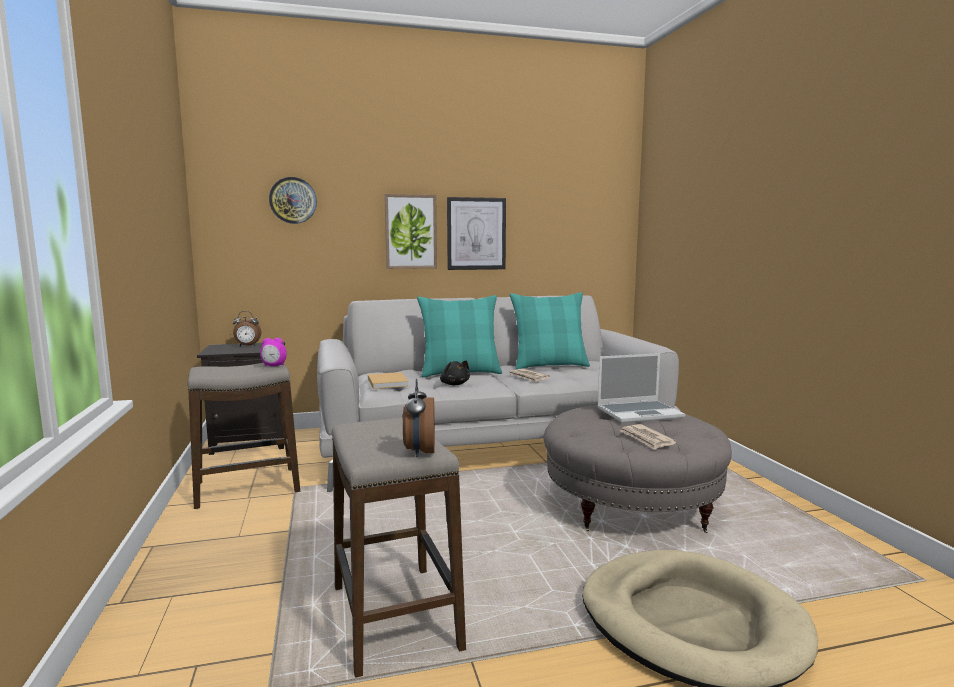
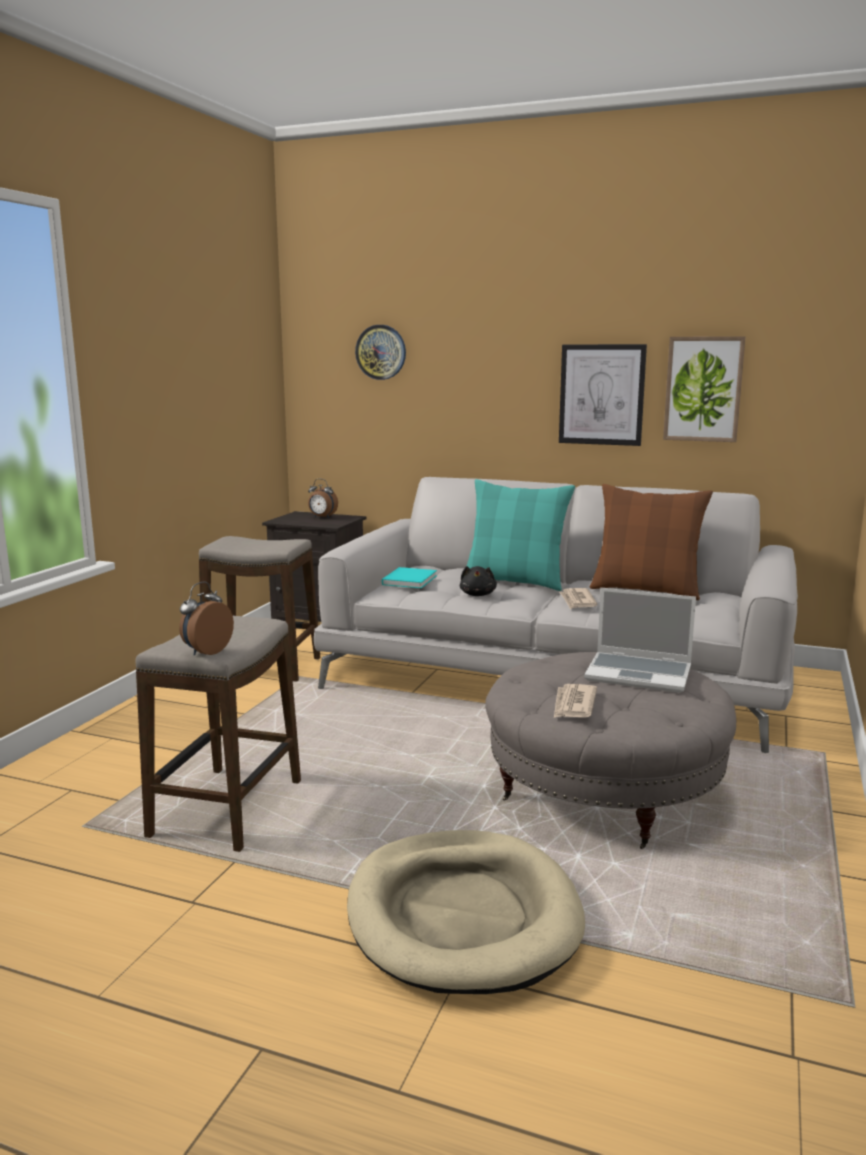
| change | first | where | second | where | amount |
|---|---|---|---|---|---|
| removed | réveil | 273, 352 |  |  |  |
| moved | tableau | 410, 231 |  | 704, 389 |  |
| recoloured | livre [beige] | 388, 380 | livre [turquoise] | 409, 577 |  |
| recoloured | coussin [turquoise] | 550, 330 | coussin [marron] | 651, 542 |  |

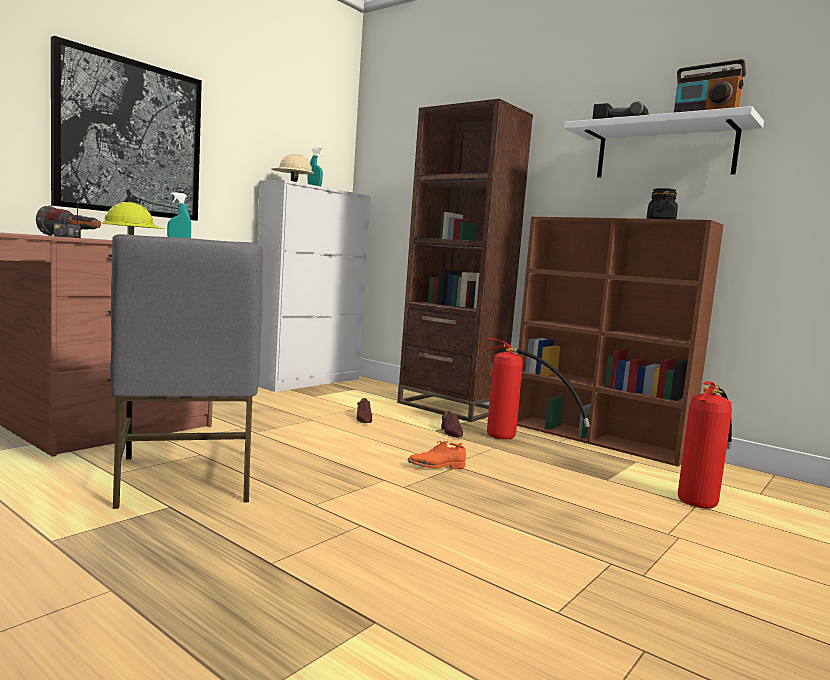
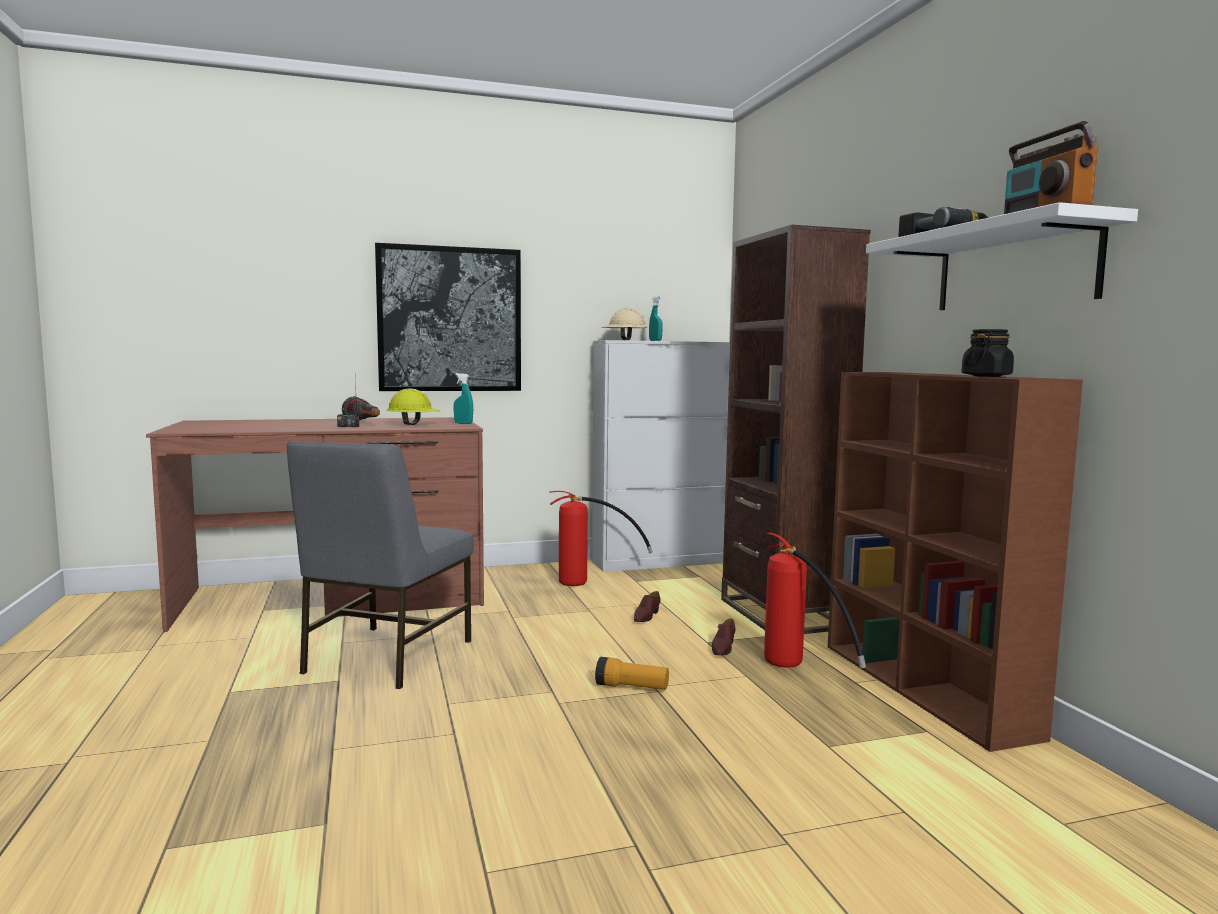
| change | first | where | second | where | amount |
|---|---|---|---|---|---|
| moved | extincteur | 705, 444 |  | 601, 538 |  |
| replaced | chaussure [orange] | 437, 455 | lampe de poche | 632, 673 |  |

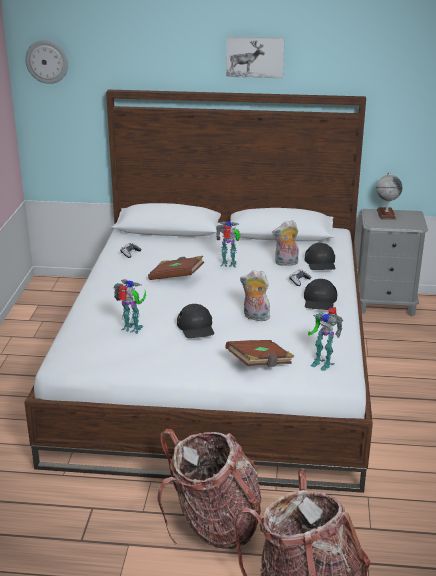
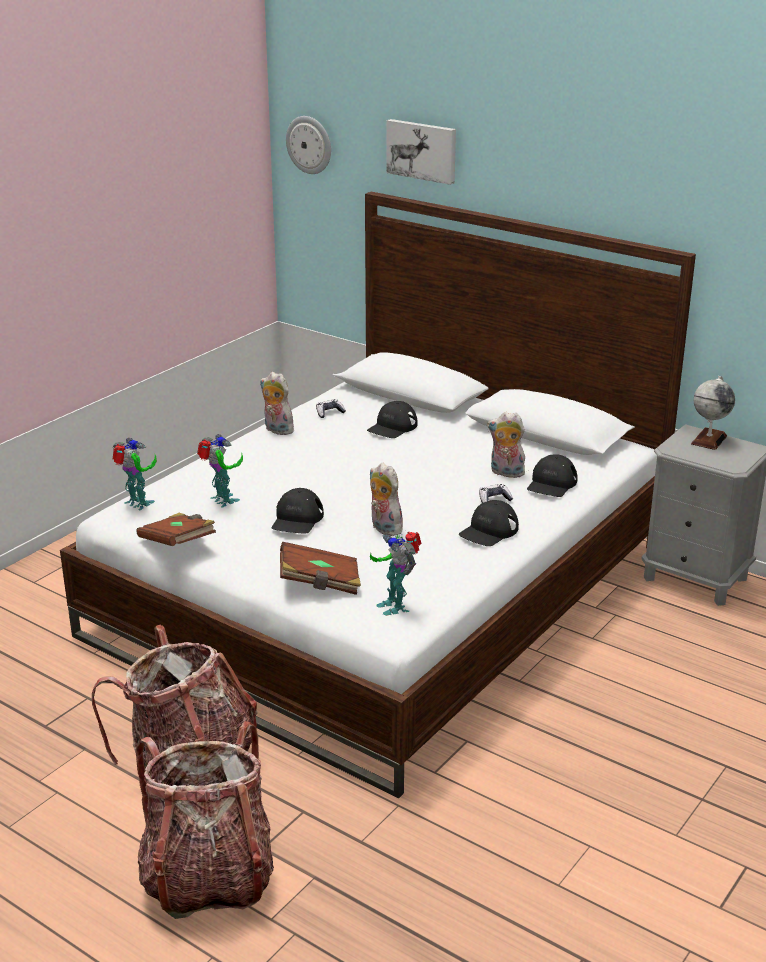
| change | first | where | second | where | amount |
|---|---|---|---|---|---|
| added |  |  | peluche | 277, 403 |  |
| added |  |  | casquette [noir] | 392, 419 |  |
| moved | livre [marron] | 176, 268 |  | 176, 529 |  |
| moved | robot jouet | 228, 244 |  | 134, 474 |  |
| moved | tableau | 255, 57 |  | 421, 152 |  |

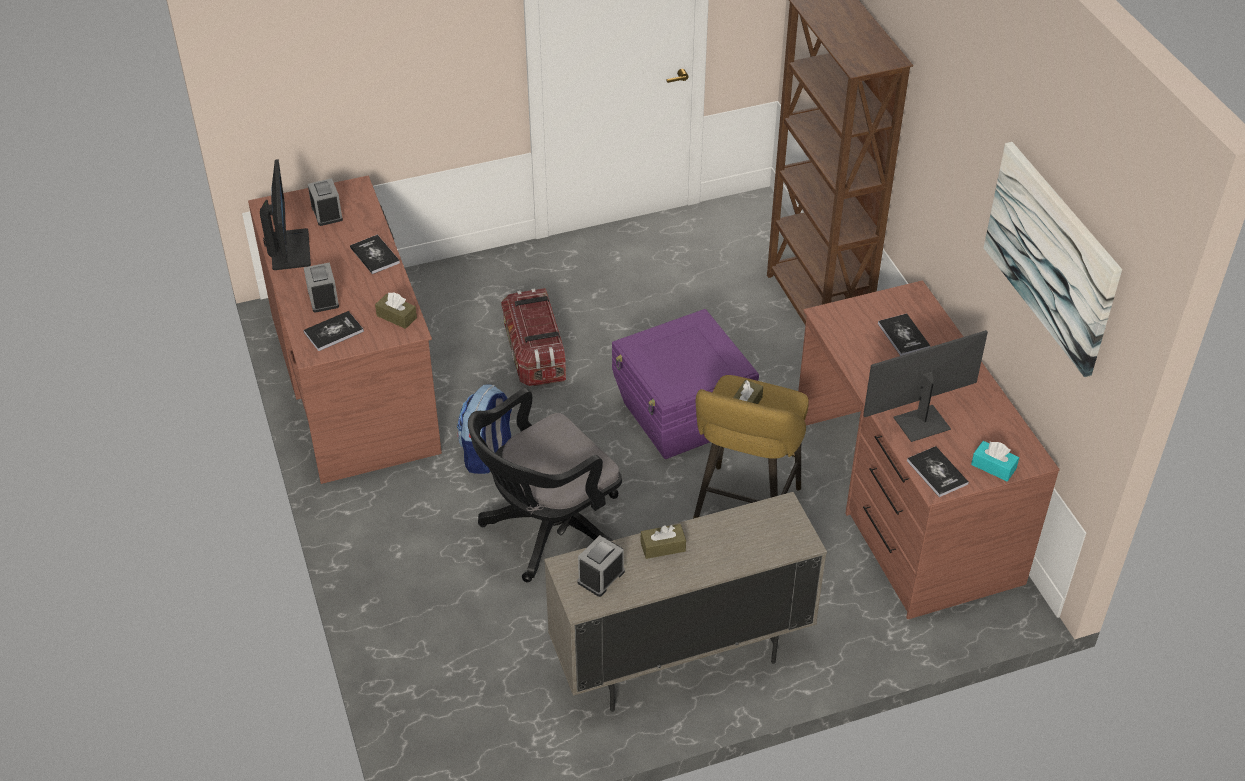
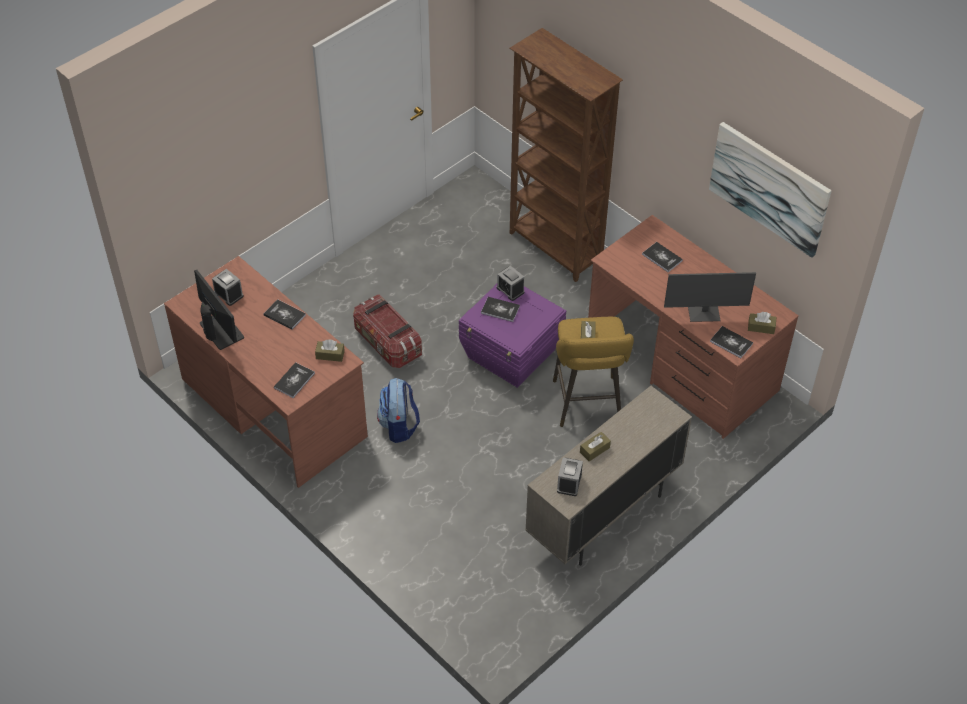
| change | first | where | second | where | amount |
|---|---|---|---|---|---|
| removed | chaise de bureau [noir] | 545, 485 |  |  |  |
| added |  |  | livre | 500, 309 |  |
| moved | réveil | 321, 287 |  | 510, 283 |  |
| recoloured | boîte à mouchoirs [turquoise] | 995, 461 | boîte à mouchoirs [marron] | 762, 323 |  |
| turned | écran d'ordinateur | 925, 386 |  | 710, 297 | 135 degrees counterclockwise |

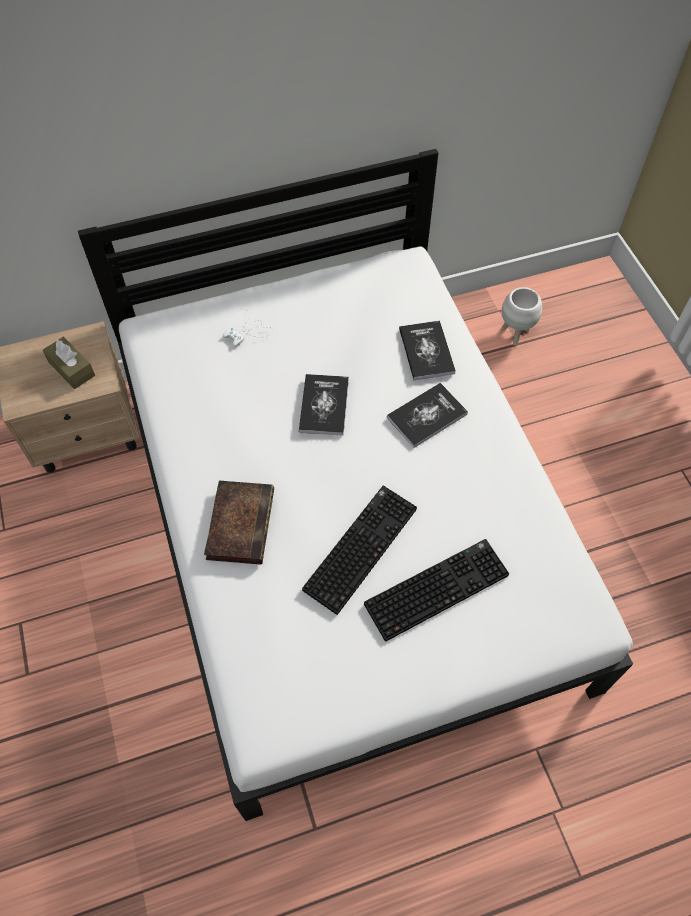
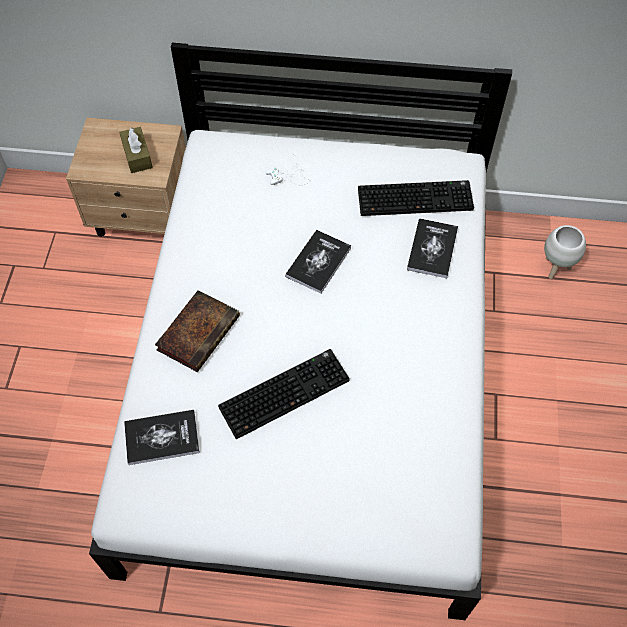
| change | first | where | second | where | amount |
|---|---|---|---|---|---|
| moved | clavier | 436, 590 |  | 416, 198 |  |
| moved | livre | 427, 415 |  | 162, 437 |  |

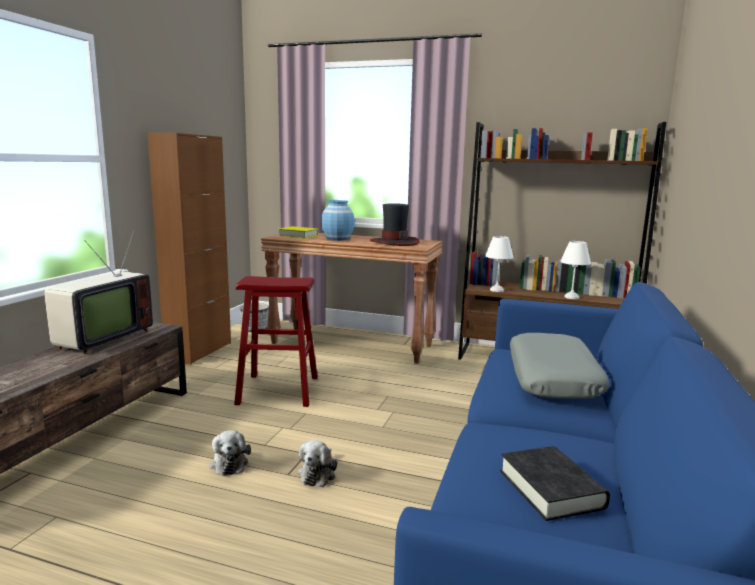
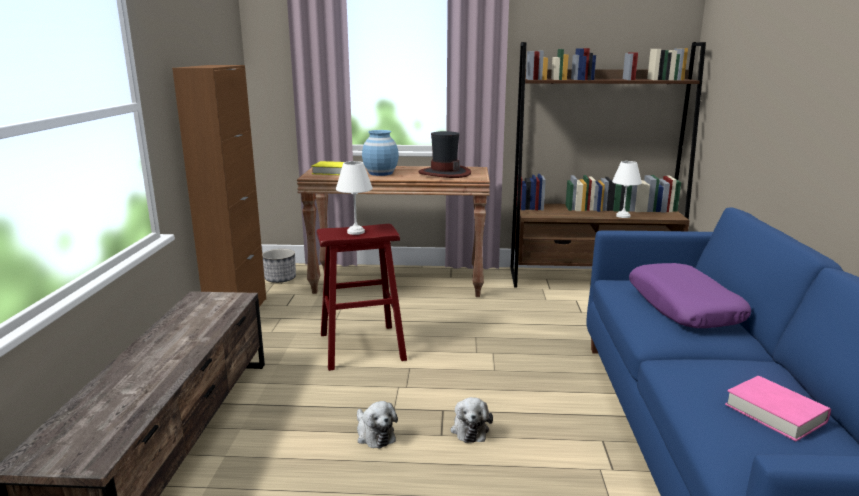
| change | first | where | second | where | amount |
|---|---|---|---|---|---|
| removed | téléviseur | 98, 292 |  |  |  |
| moved | lampe de table [blanc] | 499, 264 |  | 354, 198 |  |
| recoloured | livre [noir] | 555, 483 | livre [rose] | 778, 408 |  |
| recoloured | coussin [gris] | 560, 366 | coussin [violet] | 690, 295 |  |

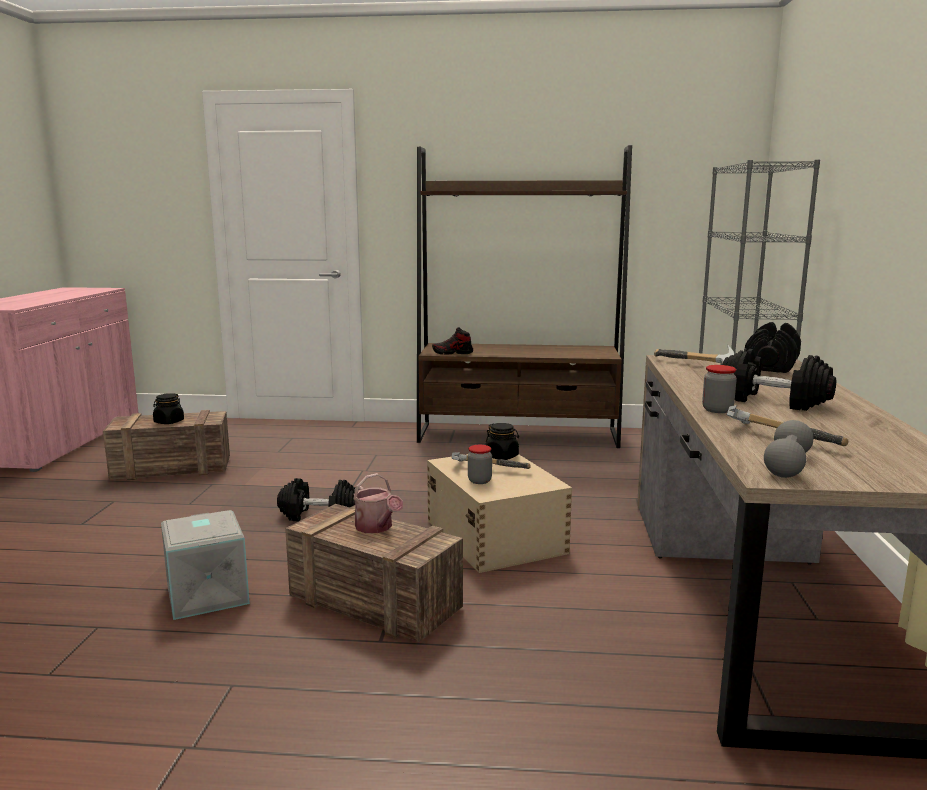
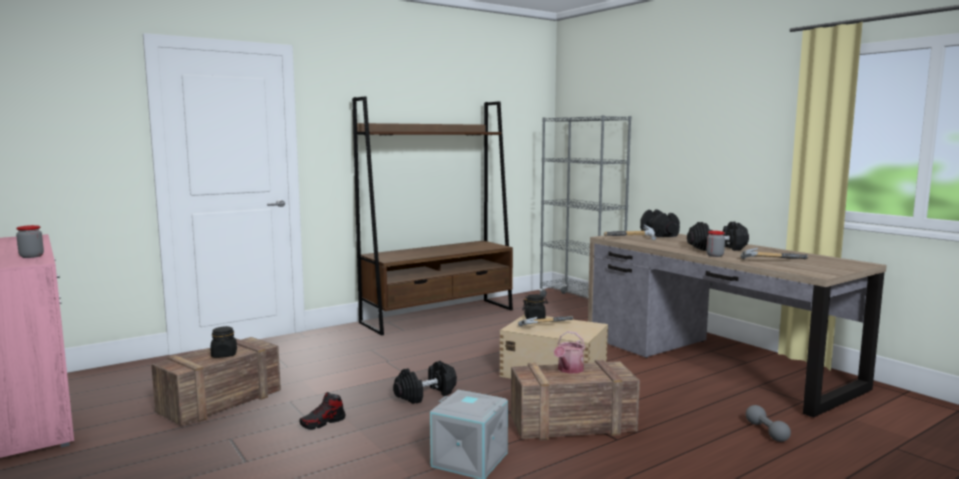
| change | first | where | second | where | amount |
|---|---|---|---|---|---|
| moved | chaussure | 452, 341 |  | 322, 411 |  |
| moved | bocal | 480, 464 |  | 30, 241 |  |
| moved | haltère [gris] | 788, 449 |  | 768, 423 |  |
| turned | arrosoir | 378, 503 |  | 570, 352 | 105 degrees clockwise |

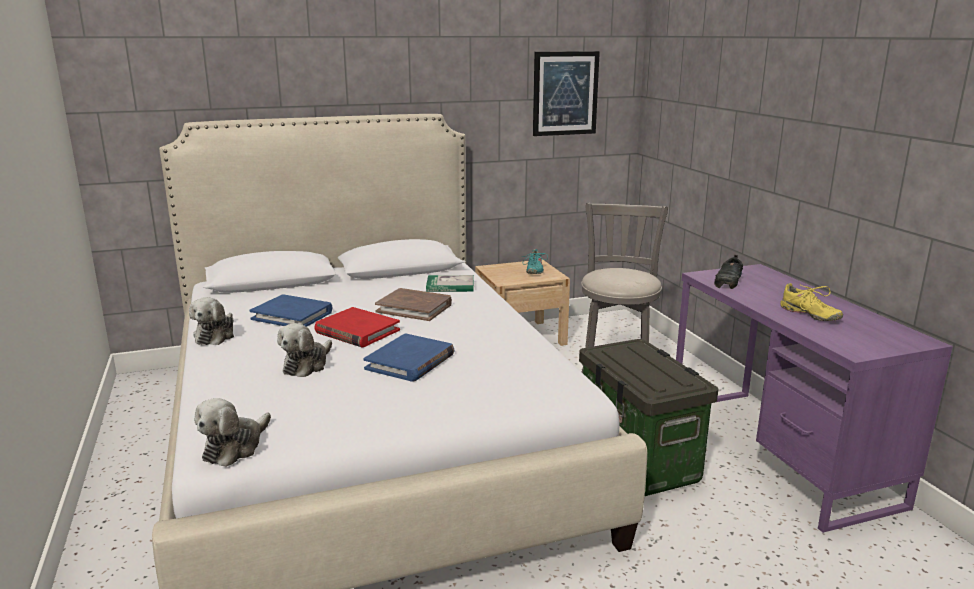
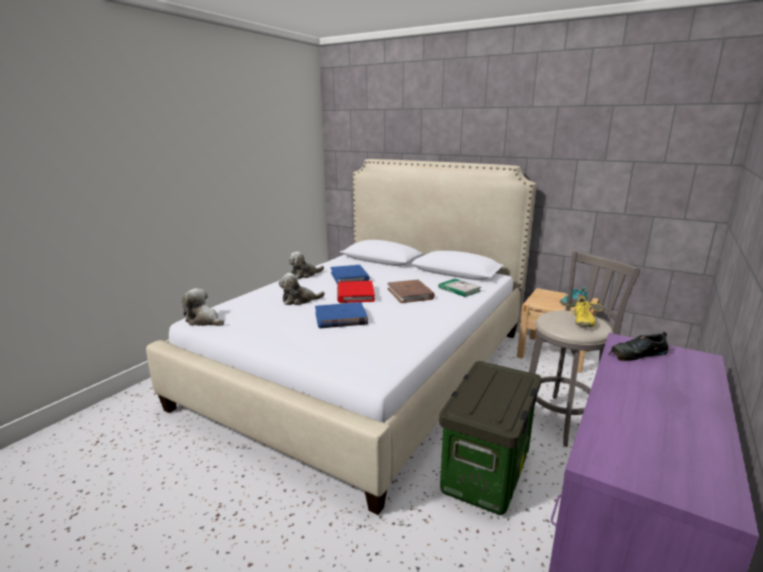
| change | first | where | second | where | amount |
|---|---|---|---|---|---|
| removed | tableau | 566, 93 |  |  |  |
| moved | chaussure [jaune] | 811, 302 |  | 585, 311 |  |
| turned | peluche | 232, 432 |  | 202, 307 | 45 degrees clockwise |

